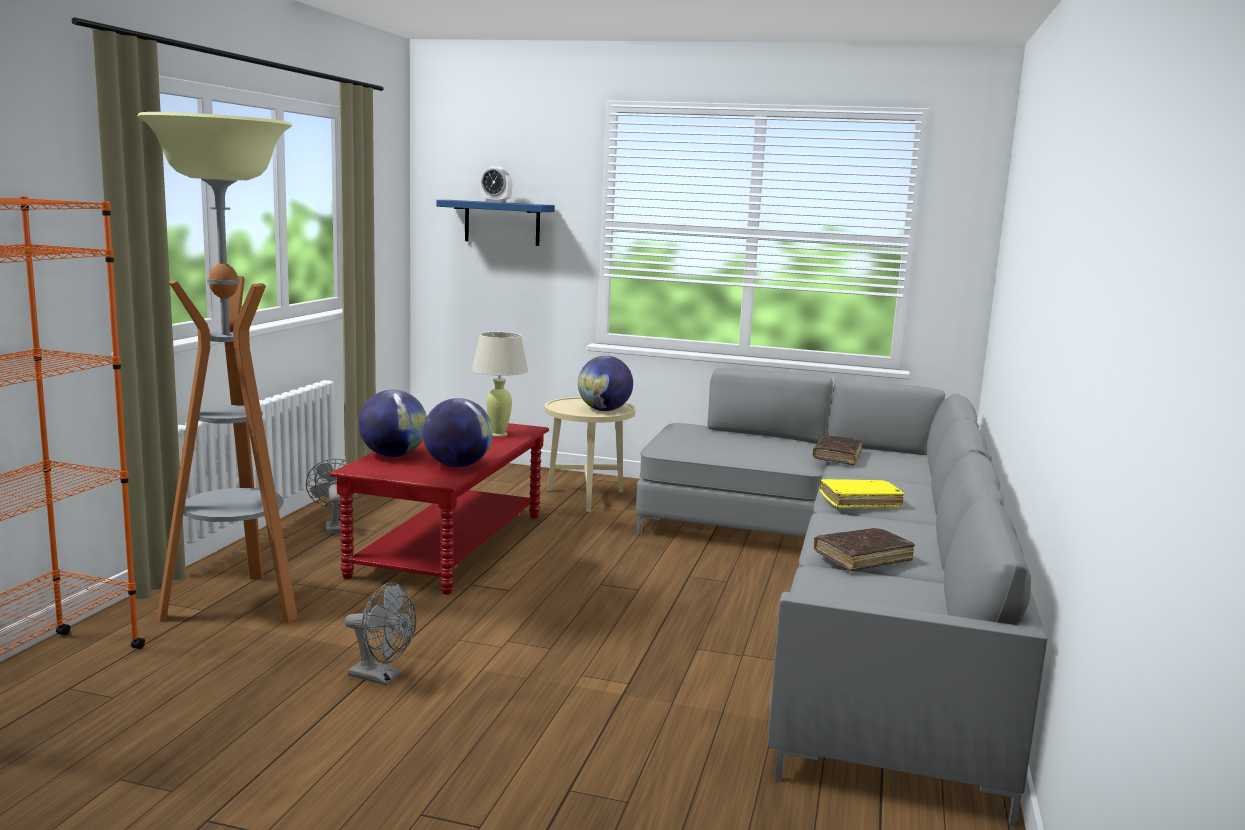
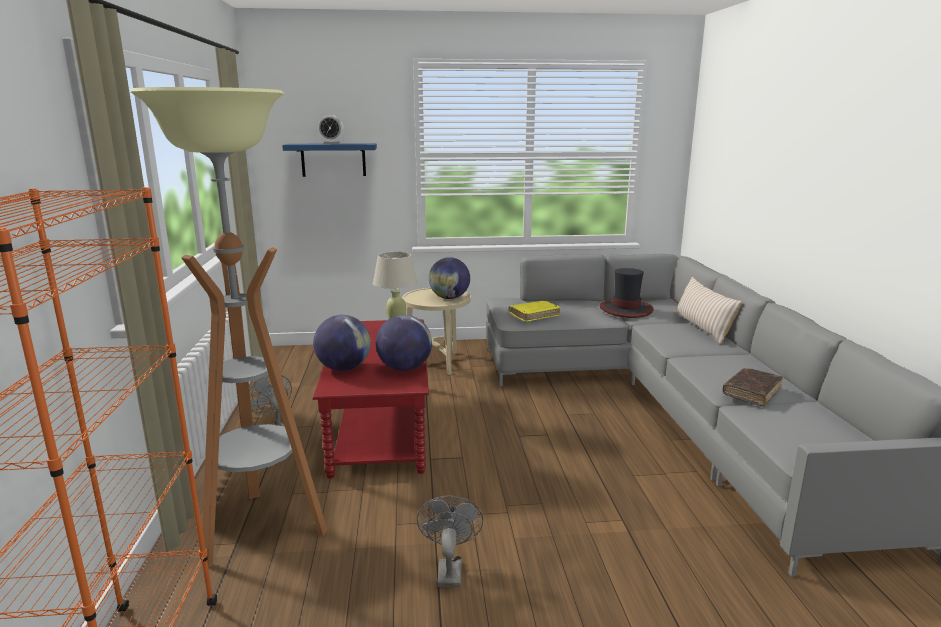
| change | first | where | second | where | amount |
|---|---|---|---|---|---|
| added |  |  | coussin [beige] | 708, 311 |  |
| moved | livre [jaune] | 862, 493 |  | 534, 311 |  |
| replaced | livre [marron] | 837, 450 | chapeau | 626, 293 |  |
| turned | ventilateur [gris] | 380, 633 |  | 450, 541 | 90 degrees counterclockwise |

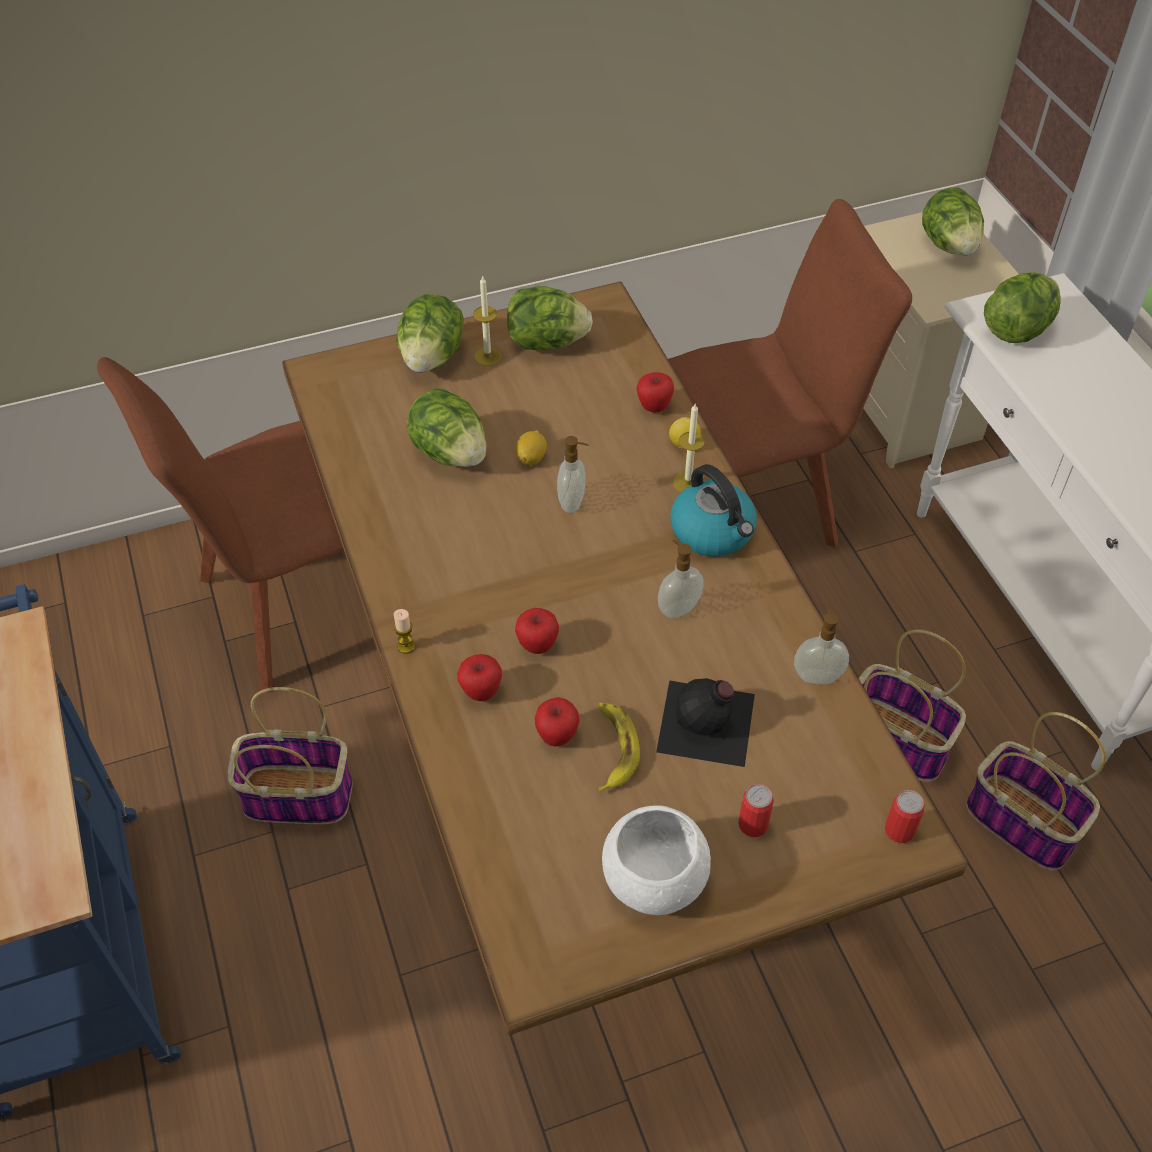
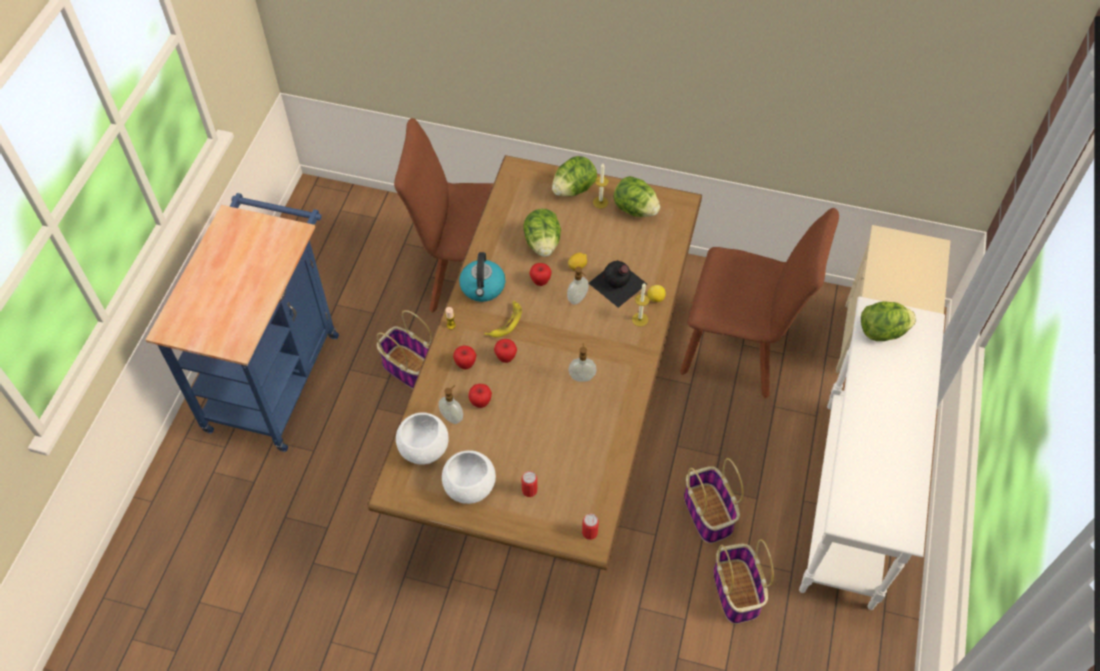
| change | first | where | second | where | amount |
|---|---|---|---|---|---|
| removed | laitue | 953, 221 |  |  |  |
| added |  |  | bol [blanc] | 422, 438 |  |
| moved | banane | 619, 747 |  | 503, 319 |  |
| moved | pomme | 655, 392 |  | 540, 274 |  |
| moved | bouteille [noir] | 705, 722 |  | 617, 284 |  |
| moved | bouilloire | 713, 510 |  | 482, 277 |  |
| moved | distributeur de savon | 821, 645 |  | 451, 404 |  |

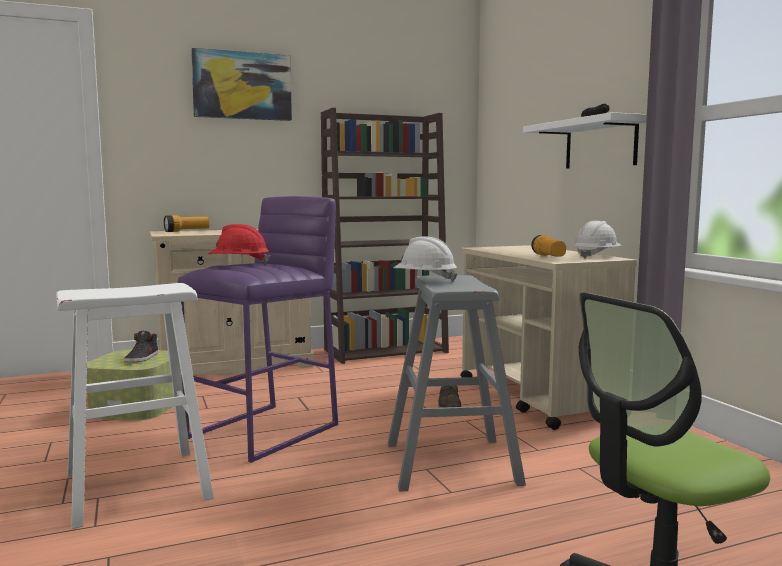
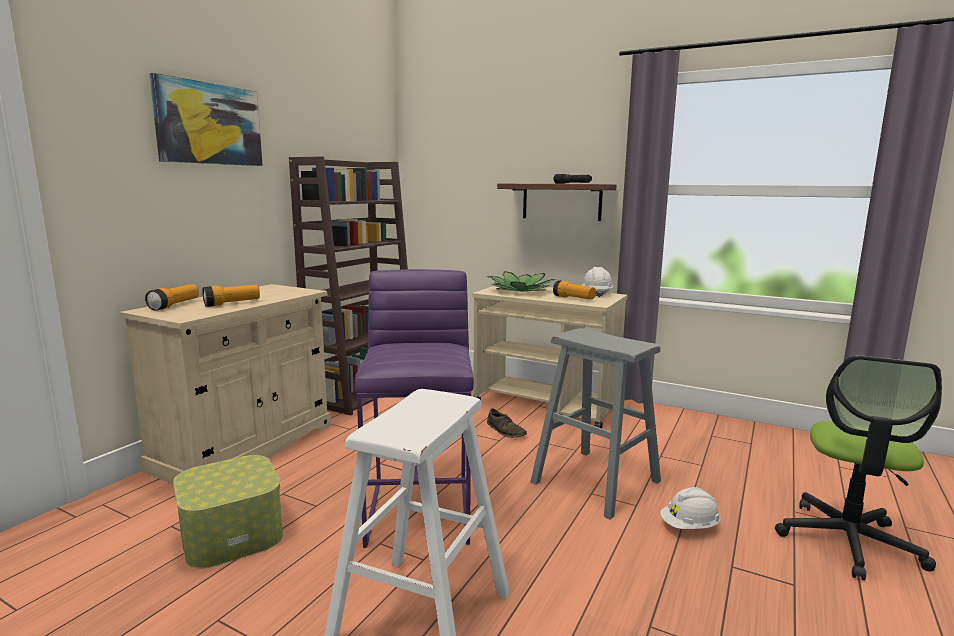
| change | first | where | second | where | amount |
|---|---|---|---|---|---|
| removed | chaussure [noir] | 141, 346 |  |  |  |
| removed | casque de chantier [rouge] | 239, 244 |  |  |  |
| added |  |  | lampe de poche | 231, 296 |  |
| added |  |  | plante en pot | 522, 281 |  |
| moved | casque de chantier [blanc] | 425, 259 |  | 690, 508 |  |
| recoloured | étagère [blanc] | 585, 140 | étagère [marron] | 557, 202 |  |

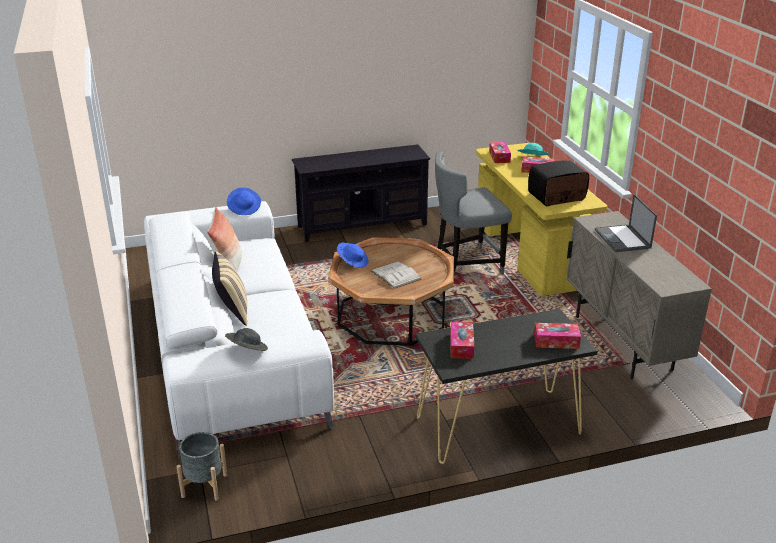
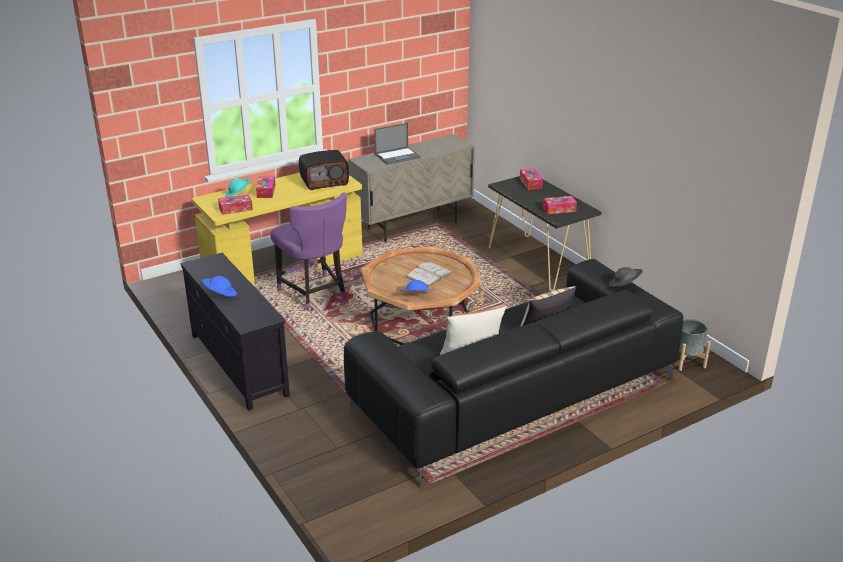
| change | first | where | second | where | amount |
|---|---|---|---|---|---|
| moved | chapeau [bleu] | 244, 201 |  | 219, 286 |  |
| recoloured | canapé [blanc] | 239, 330 | canapé [noir] | 513, 373 |  |
| recoloured | chaise [gris] | 473, 213 | chaise [violet] | 308, 251 |  |
| turned | radio | 558, 183 |  | 324, 170 | 75 degrees counterclockwise |

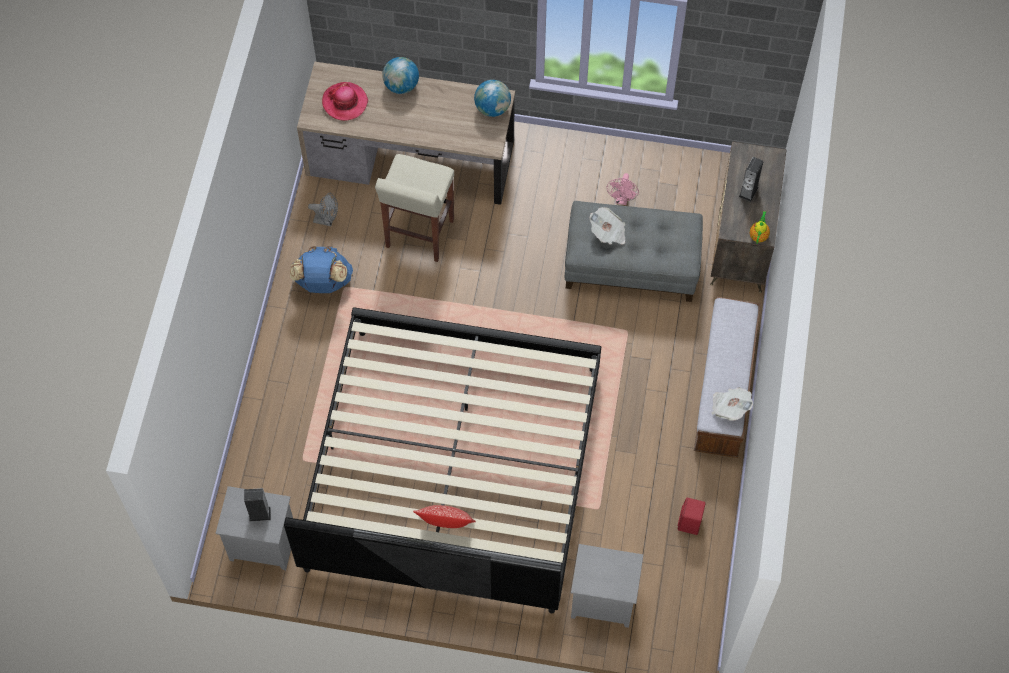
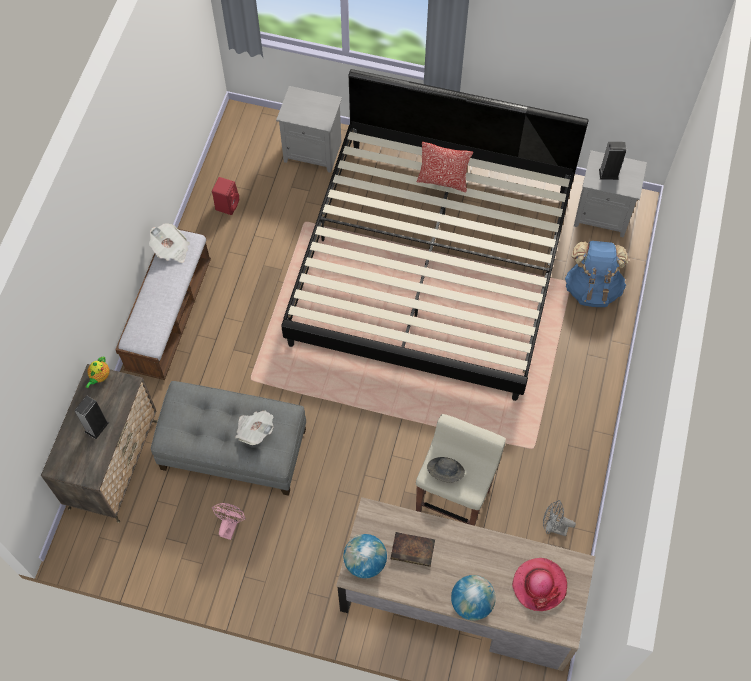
| change | first | where | second | where | amount |
|---|---|---|---|---|---|
| added |  |  | livre | 413, 549 |  |
| added |  |  | chapeau [gris] | 446, 470 |  |
| moved | sac à dos [bleu] | 321, 269 |  | 596, 274 |  |

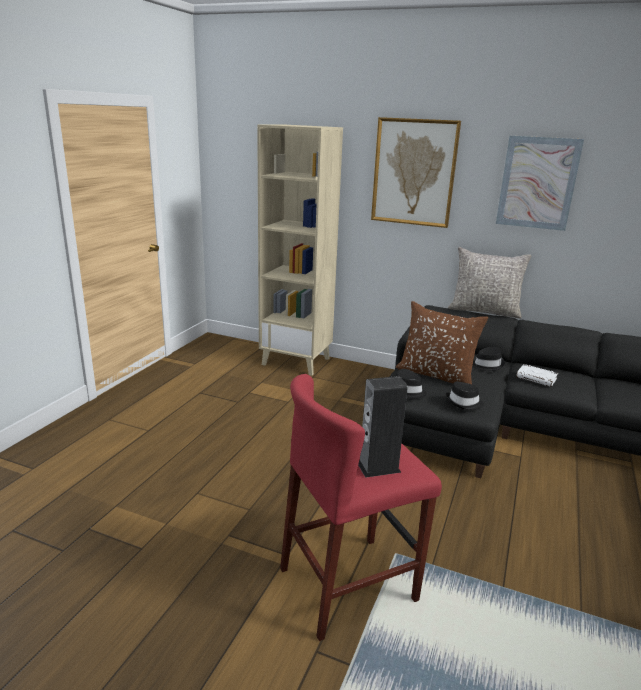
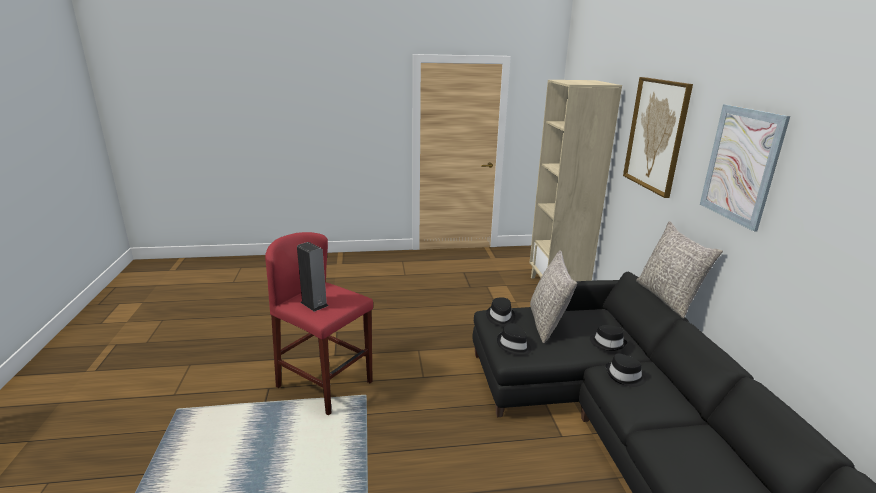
| change | first | where | second | where | amount |
|---|---|---|---|---|---|
| replaced | livre [blanc] | 537, 375 | chapeau [noir] | 626, 370 |  |
| recoloured | coussin [marron] | 442, 342 | coussin [gris] | 553, 296 |  |

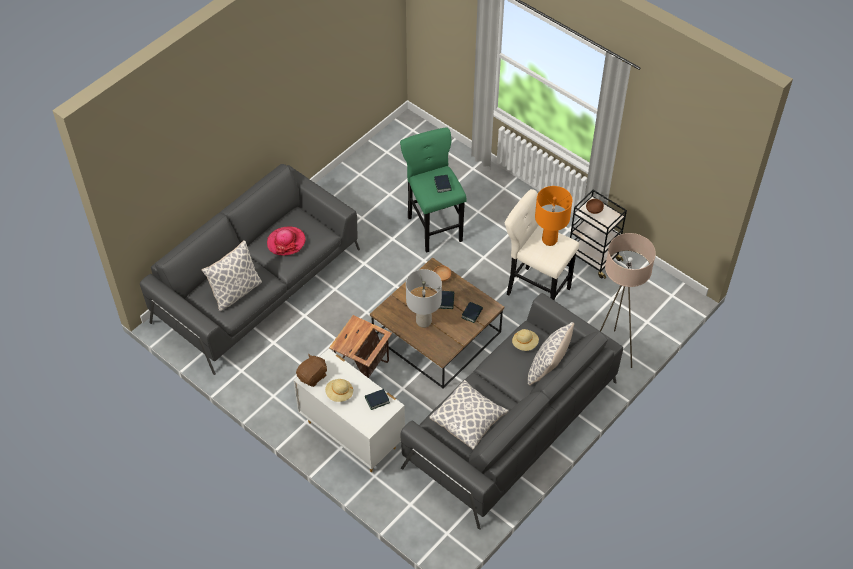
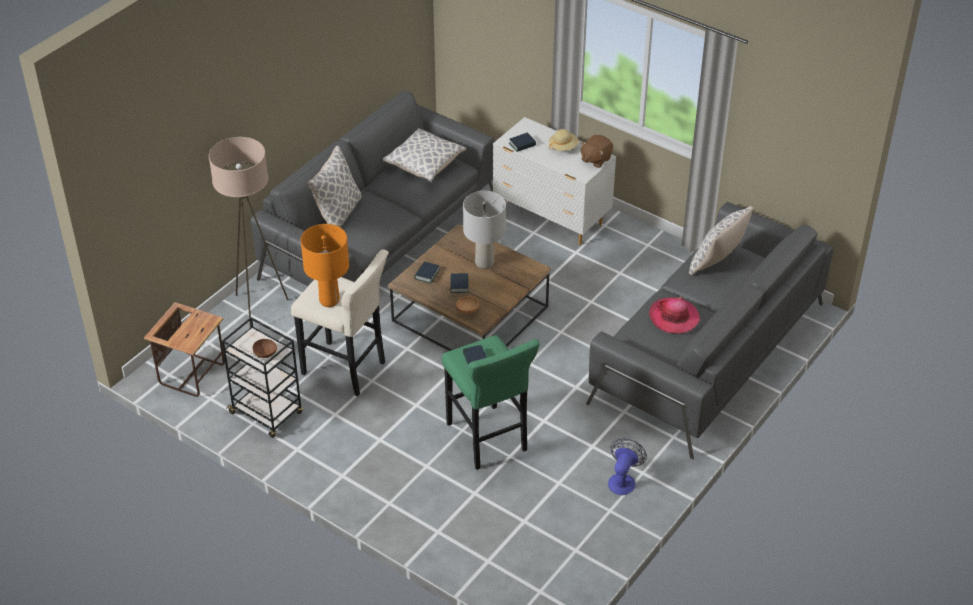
| change | first | where | second | where | amount |
|---|---|---|---|---|---|
| removed | chapeau [beige] | 525, 340 |  |  |  |
| added |  |  | ventilateur | 627, 466 |  |
| moved | table d'appoint | 360, 346 |  | 184, 349 |  |

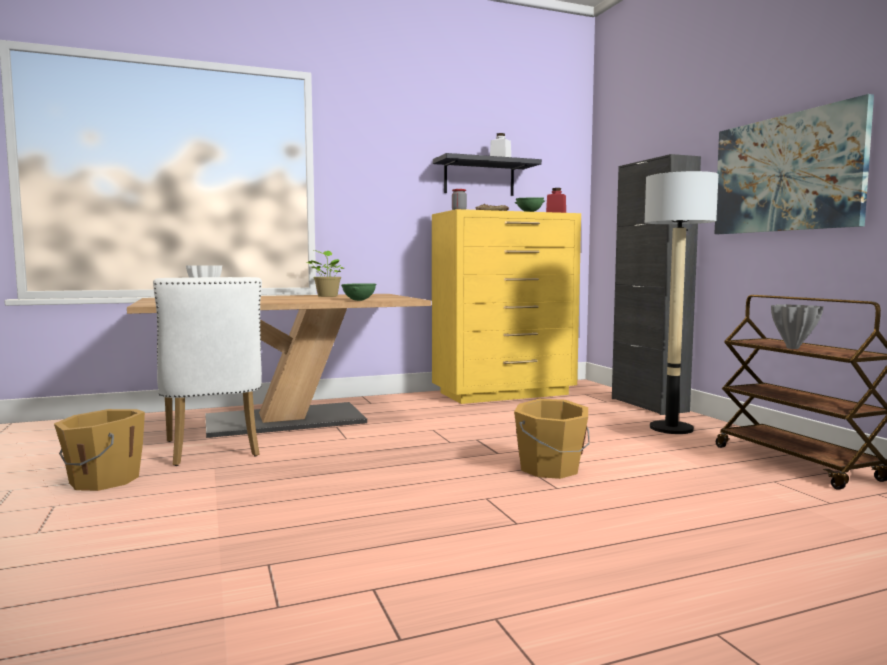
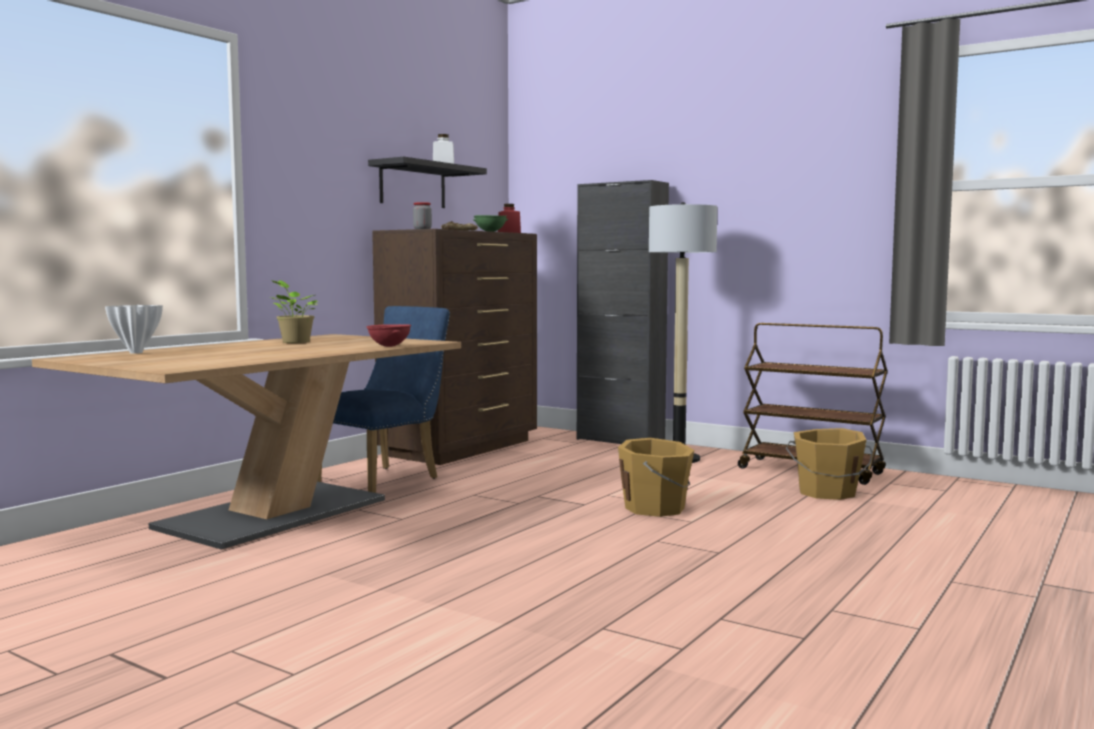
| change | first | where | second | where | amount |
|---|---|---|---|---|---|
| removed | chaise [blanc] | 207, 371 |  |  |  |
| removed | tableau | 794, 164 |  |  |  |
| removed | vase [gris] | 797, 326 |  |  |  |
| added |  |  | chaise [bleu] | 383, 399 |  |
| moved | seau [orange] | 99, 450 |  | 829, 464 |  |
| recoloured | bol [vert] | 358, 292 | bol [rouge] | 389, 335 |  |
| recoloured | commode [jaune] | 506, 306 | commode [marron] | 454, 347 |  |

